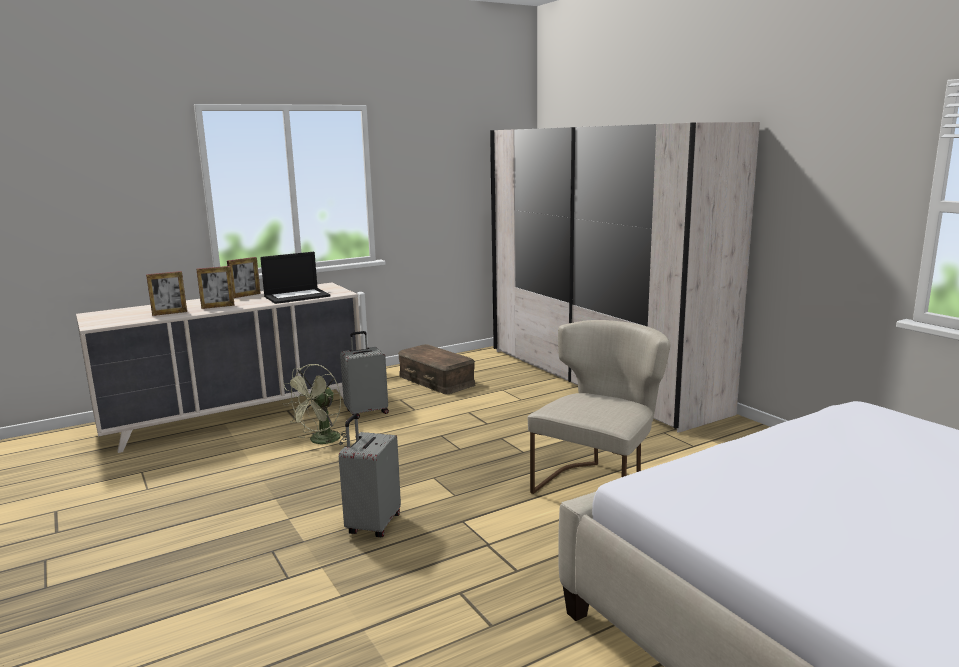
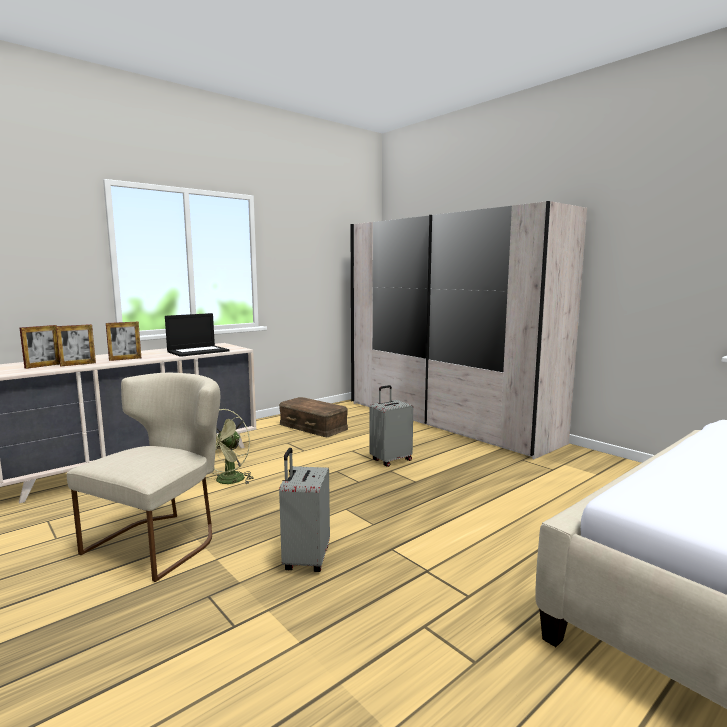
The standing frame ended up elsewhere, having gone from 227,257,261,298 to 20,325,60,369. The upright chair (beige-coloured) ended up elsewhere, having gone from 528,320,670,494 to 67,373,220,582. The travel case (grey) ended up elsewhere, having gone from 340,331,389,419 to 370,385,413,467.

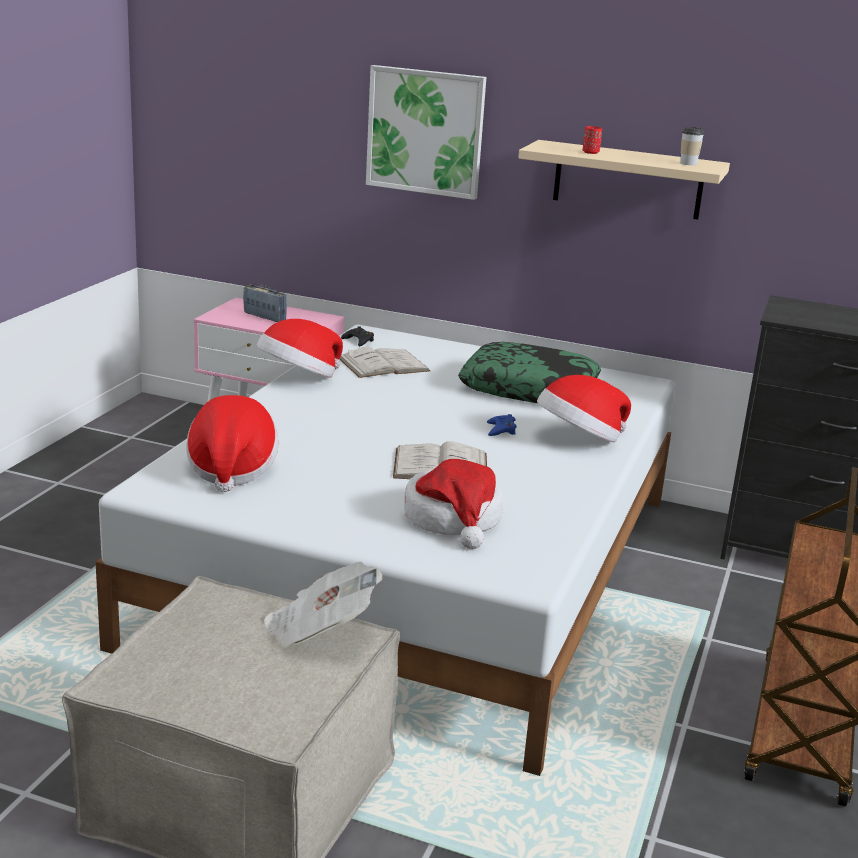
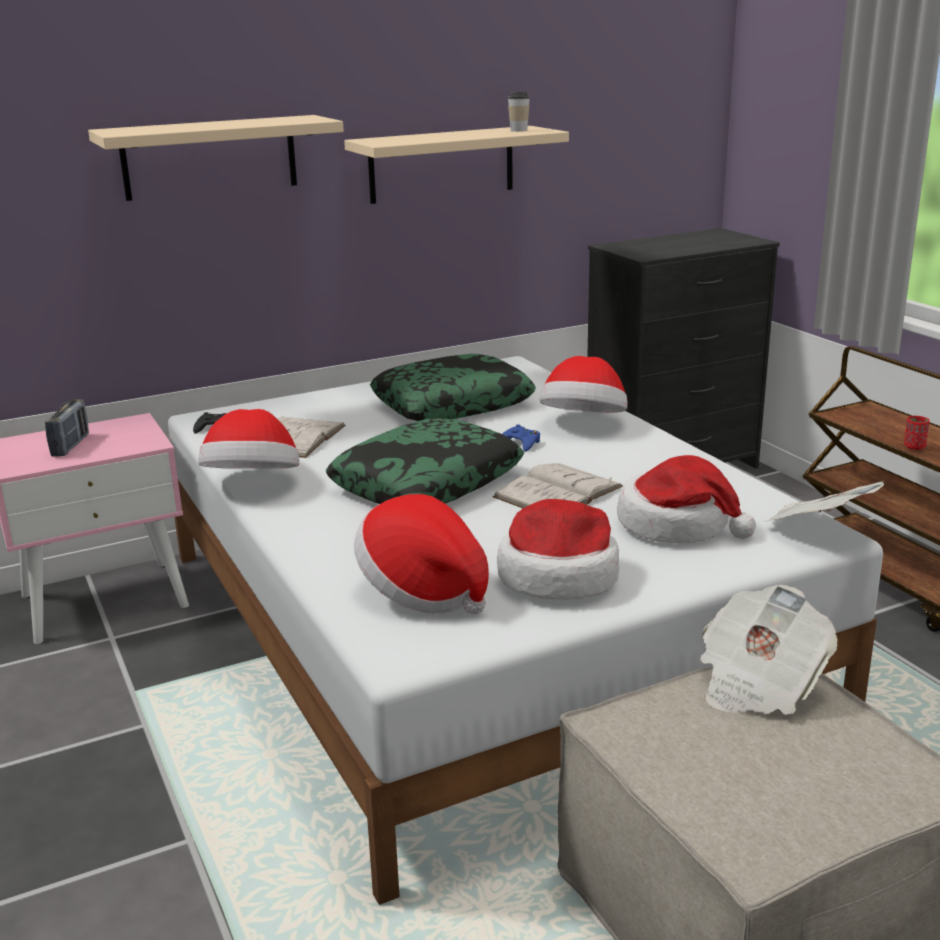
Where the wall picture hung at 366,65,486,200, the bracket shelf (beige-coloured) came to hang at 88,115,344,201. The cup (reddish) ended up elsewhere, having gone from 583,126,602,154 to 904,416,930,450. The radio receiver at 243,284,287,322 ended up facing another way, 105 degrees clockwise from before. The second view gained the throw pillow at 326,418,524,504. The second view gained the daily paper at 764,481,884,522. The second view gained the hat at 497,499,619,600.

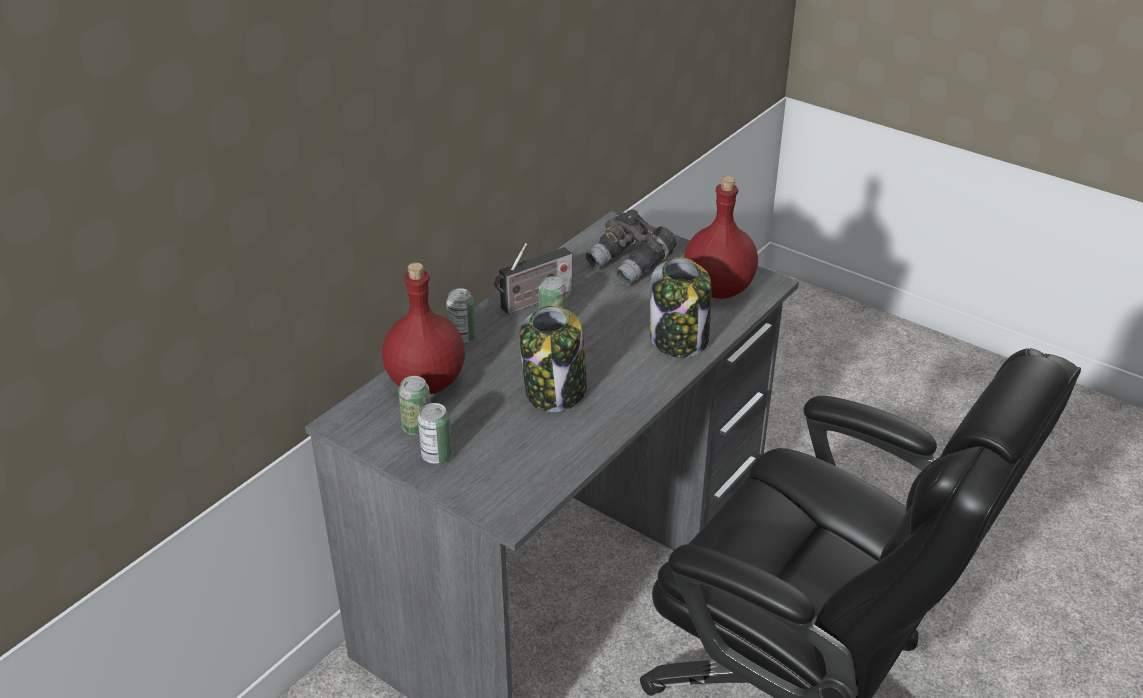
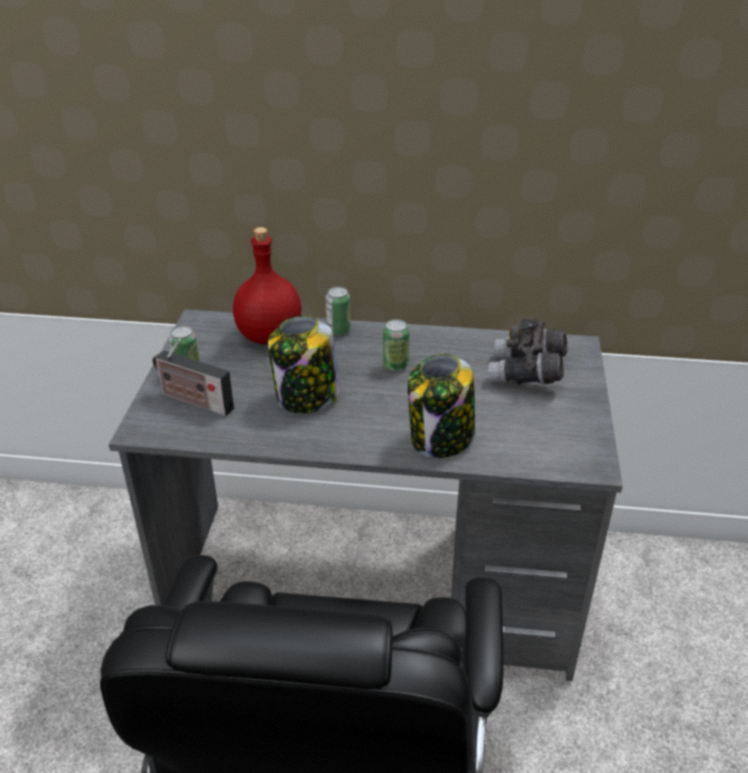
The second view lost the drink bottle (reddish) at 684,176,758,299. The radio receiver ended up elsewhere, having gone from 494,243,572,314 to 152,339,234,416. The second view lost the sealed can at 398,376,431,435.

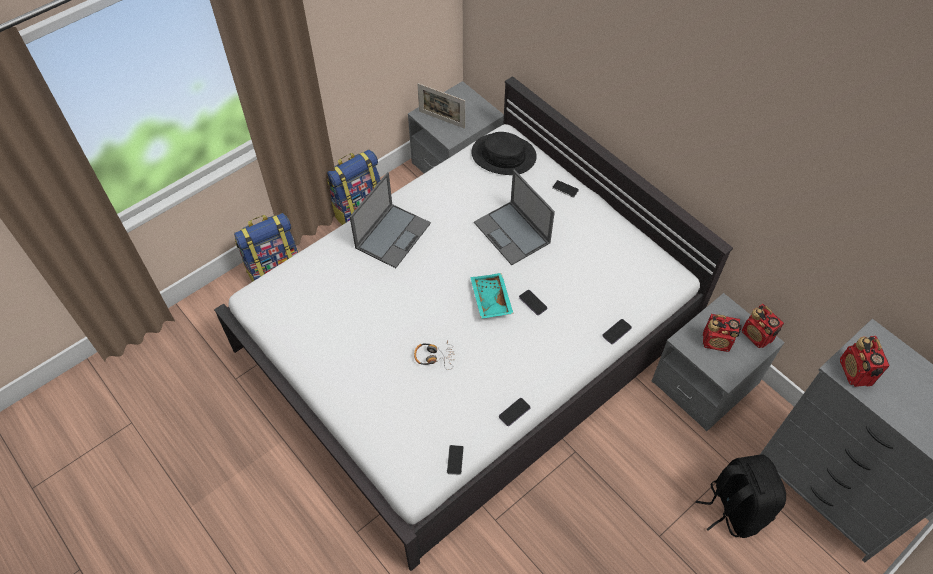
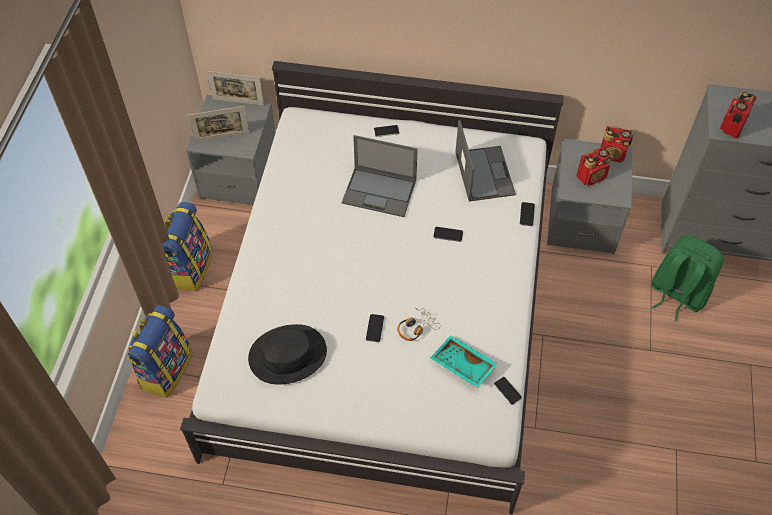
The hat (blackish) ended up elsewhere, having gone from 471,132,537,175 to 248,324,327,385. The notebook computer ended up elsewhere, having gone from 350,172,431,268 to 455,120,516,201. The tray (blue-green) ended up elsewhere, having gone from 470,273,514,319 to 430,335,498,388. The radio receiver at 840,336,890,387 ended up facing another way, 75 degrees clockwise from before. The handset ended up elsewhere, having gone from 499,398,530,426 to 366,314,384,342. What was the knapsack (blackish) at 696,454,786,538 turned into the knapsack (greenish) at 651,236,724,322. The second view gained the standing frame at 206,71,264,106.

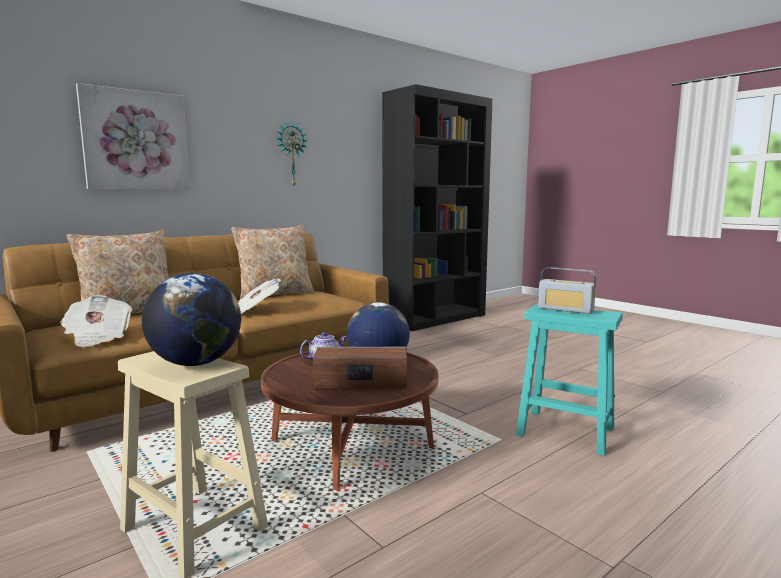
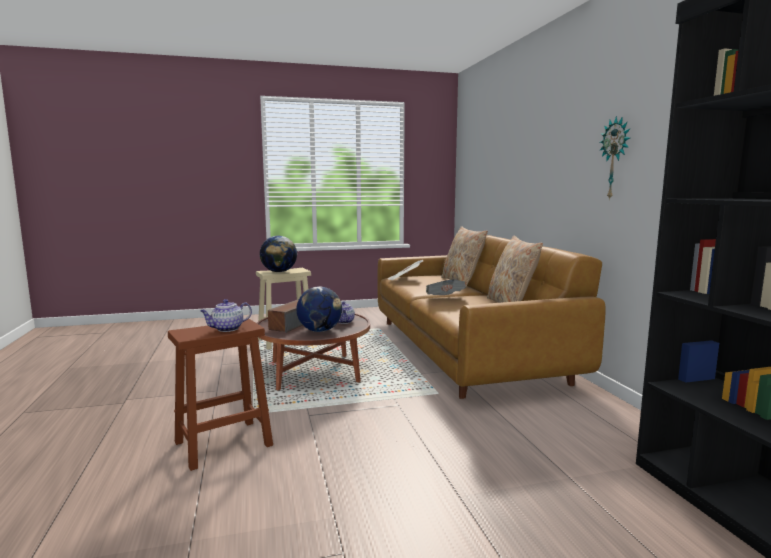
The second view lost the wall picture at 76,83,190,190. Where the radio receiver stood at 538,267,597,314, the teapot came to stand at 200,299,252,332. What was the stool seat (blue-green) at 516,304,623,456 turned into the stool seat (brown-coloured) at 168,319,273,471.

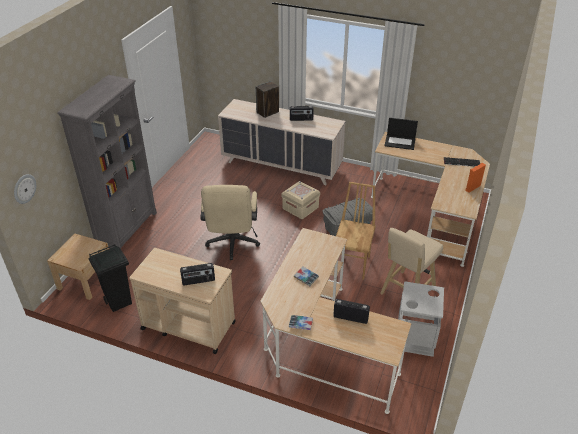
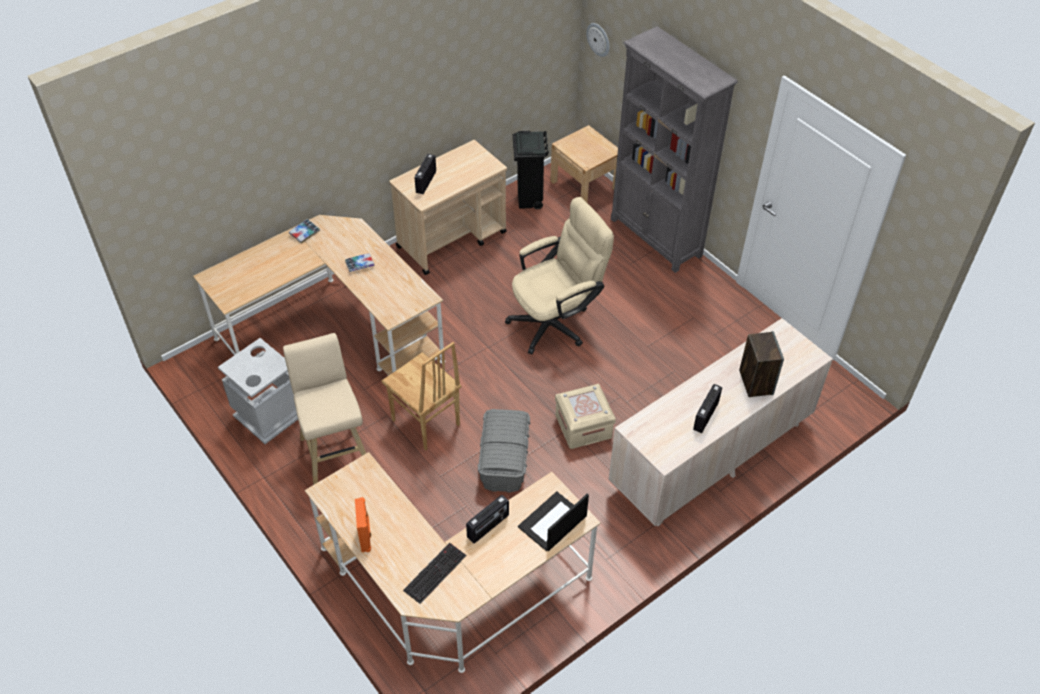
The computer chair (beige-coloured) at 201,185,260,260 ended up facing another way, 120 degrees clockwise from before. The radio receiver ended up elsewhere, having gone from 333,299,370,324 to 466,495,509,543.

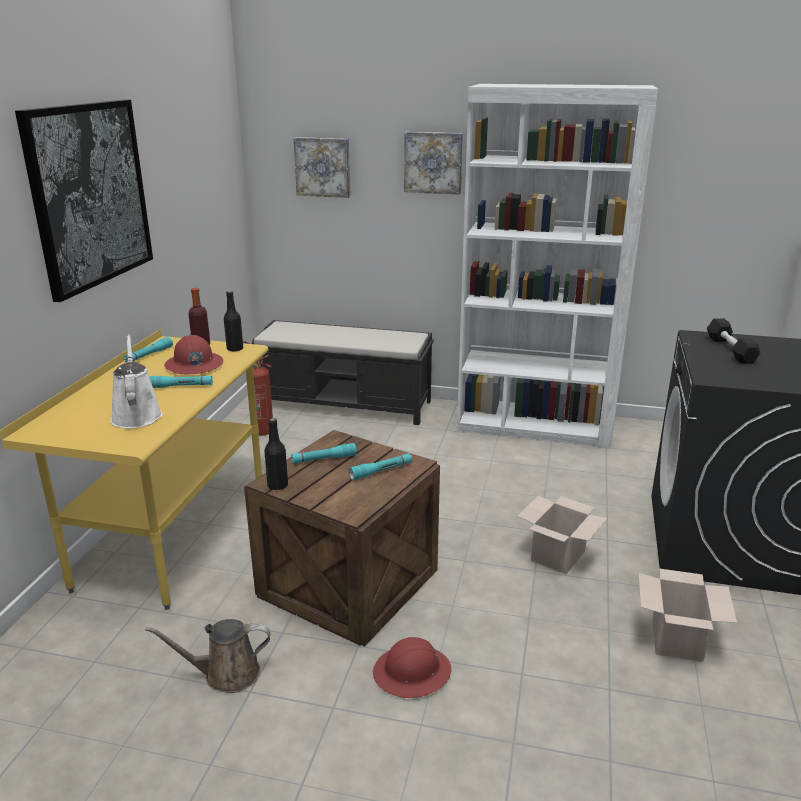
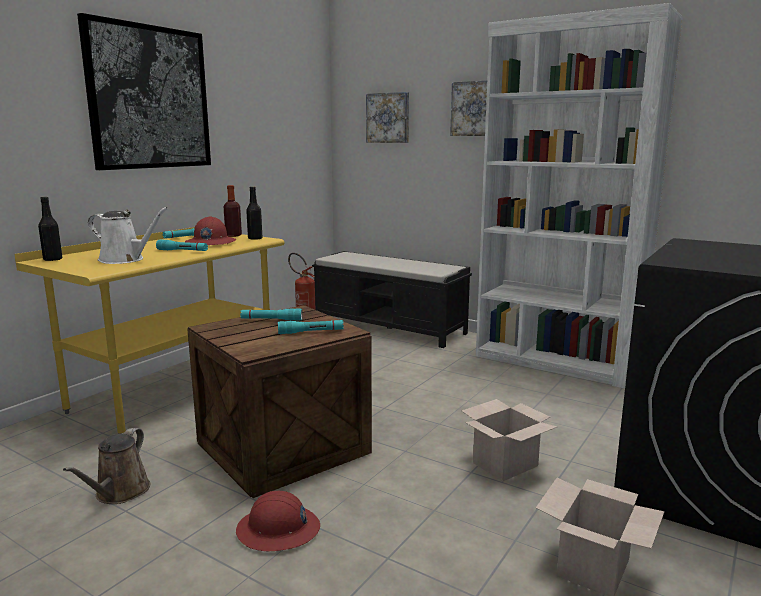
The second view lost the dumbbell (blackish) at 707,318,761,364. The watering pot (white) at 110,334,163,429 ended up facing another way, 105 degrees clockwise from before. The drink bottle (blackish) ended up elsewhere, having gone from 264,418,288,490 to 38,197,62,261. The watering pot (brown-coloured) at 145,619,271,693 ended up facing another way, 90 degrees counterclockwise from before.

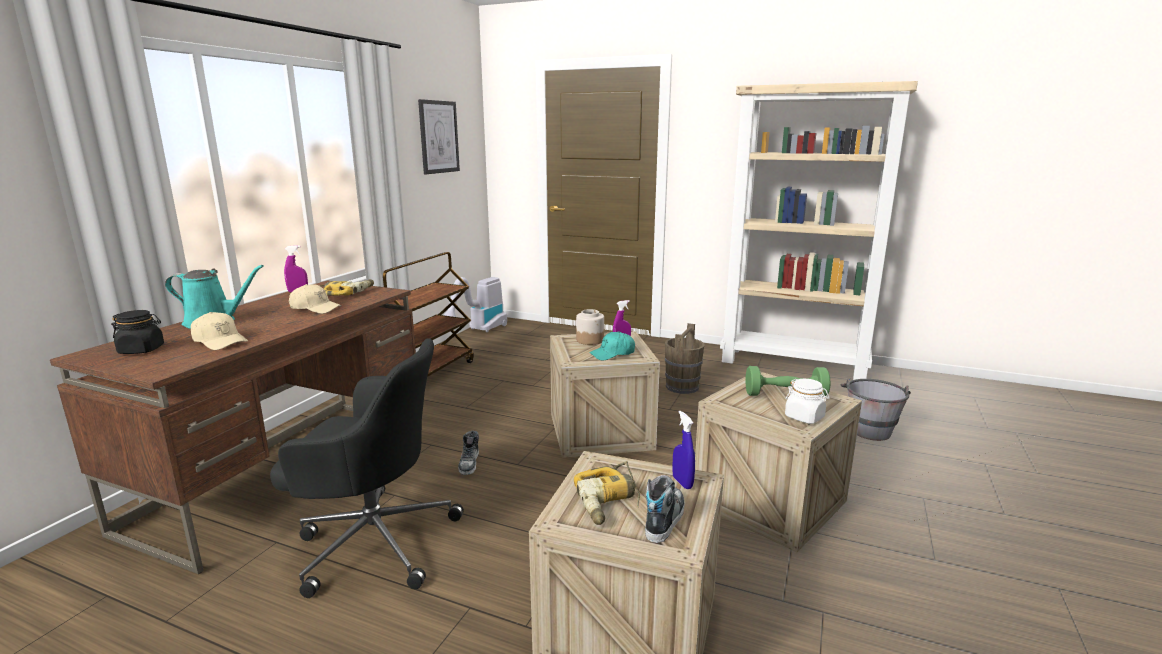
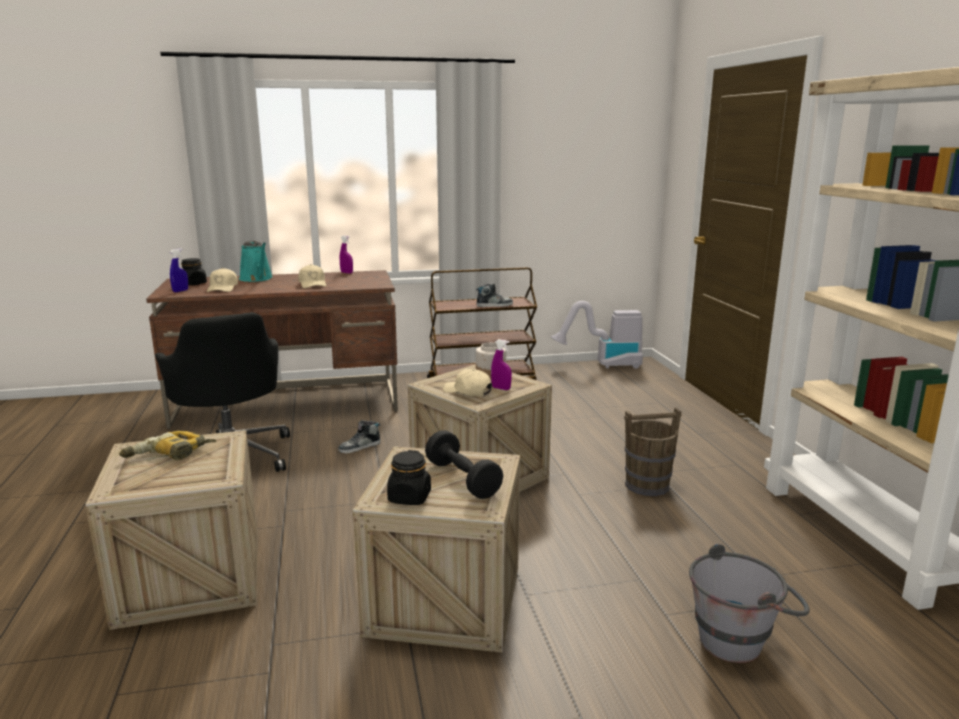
The second view lost the wall picture at 418,99,460,174. The second view lost the drill at 319,279,374,296. What was the peaked cap (blue-green) at 589,331,635,360 turned into the peaked cap (beige-coloured) at 443,369,492,397. What was the dumbbell (greenish) at 745,366,831,397 turned into the dumbbell (blackish) at 425,430,503,499. What was the preserve jar (white) at 785,379,829,424 turned into the preserve jar (blackish) at 387,450,431,505. The spray bottle (bluish) ended up elsewhere, having gone from 672,411,695,489 to 170,249,188,292. The shoe ended up elsewhere, having gone from 645,475,685,543 to 476,284,513,307.

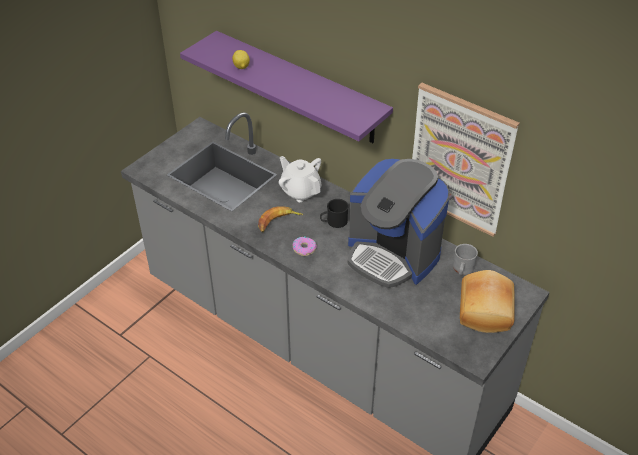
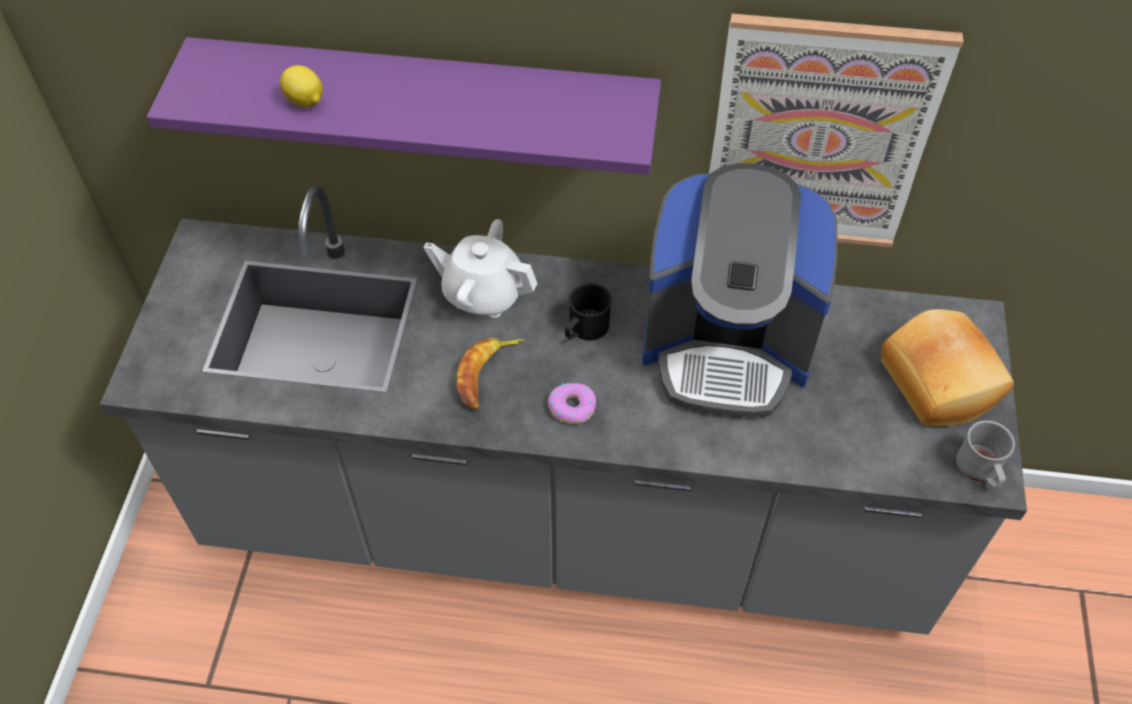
The coffee mug (grey) ended up elsewhere, having gone from 453,244,478,275 to 956,420,1015,488.

